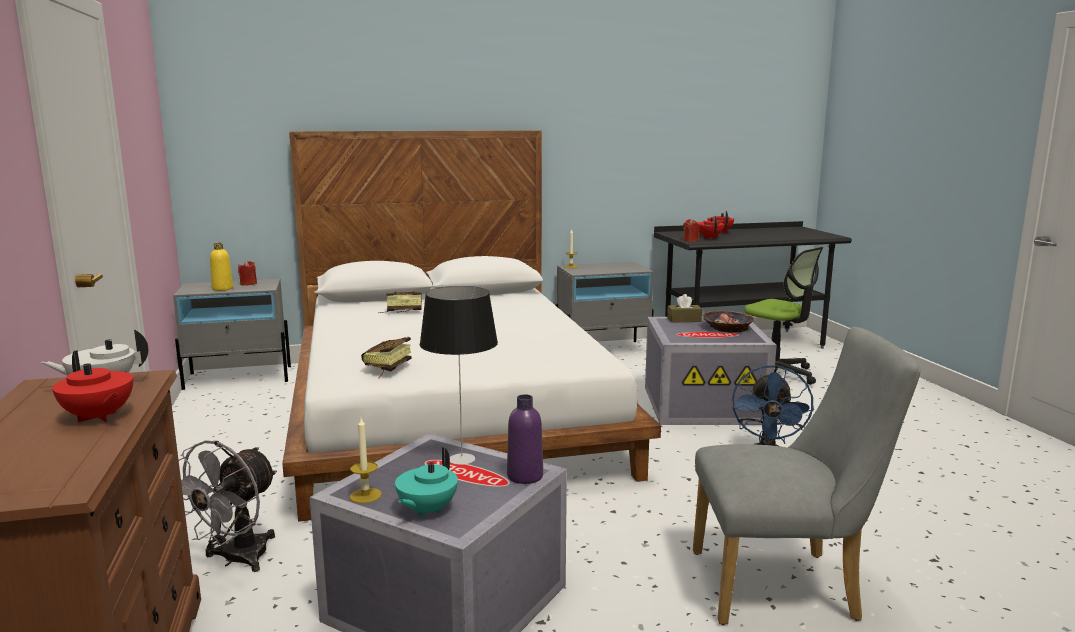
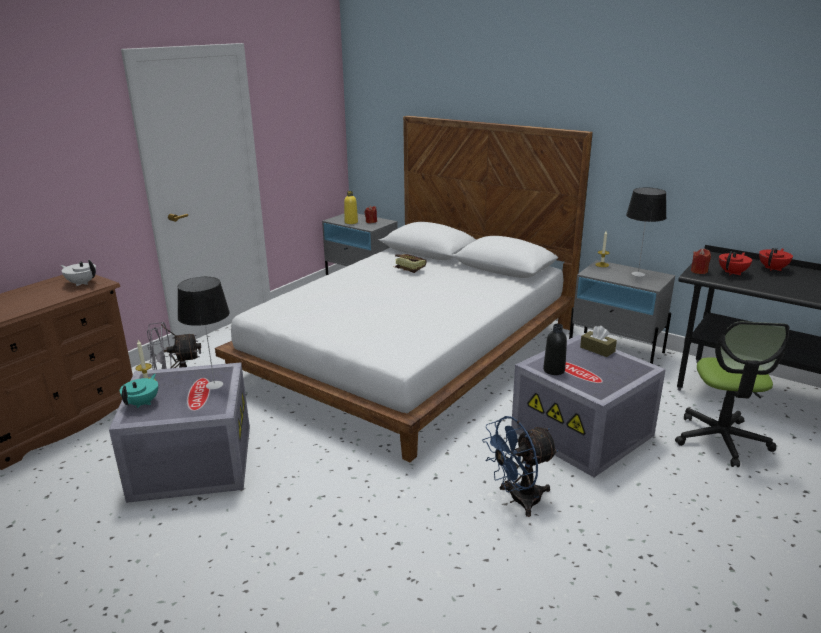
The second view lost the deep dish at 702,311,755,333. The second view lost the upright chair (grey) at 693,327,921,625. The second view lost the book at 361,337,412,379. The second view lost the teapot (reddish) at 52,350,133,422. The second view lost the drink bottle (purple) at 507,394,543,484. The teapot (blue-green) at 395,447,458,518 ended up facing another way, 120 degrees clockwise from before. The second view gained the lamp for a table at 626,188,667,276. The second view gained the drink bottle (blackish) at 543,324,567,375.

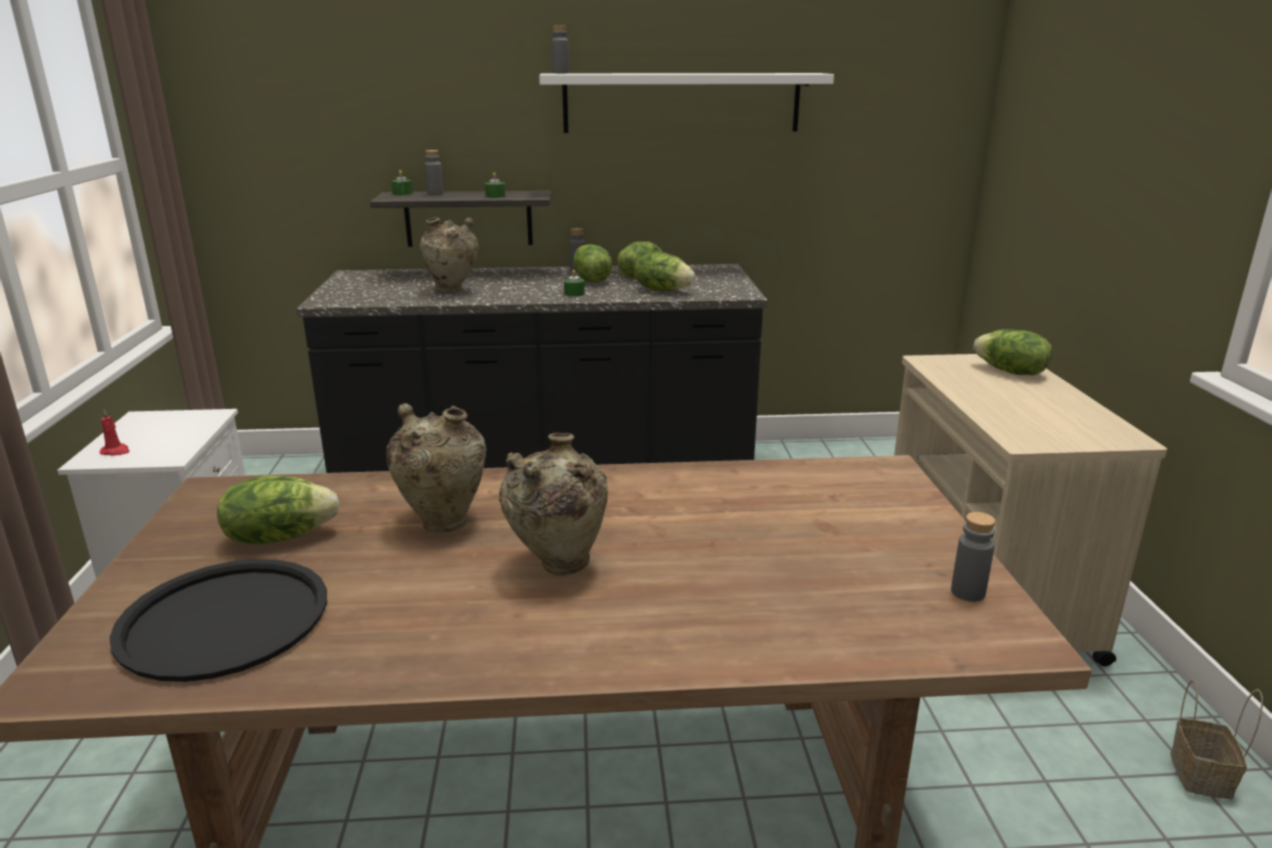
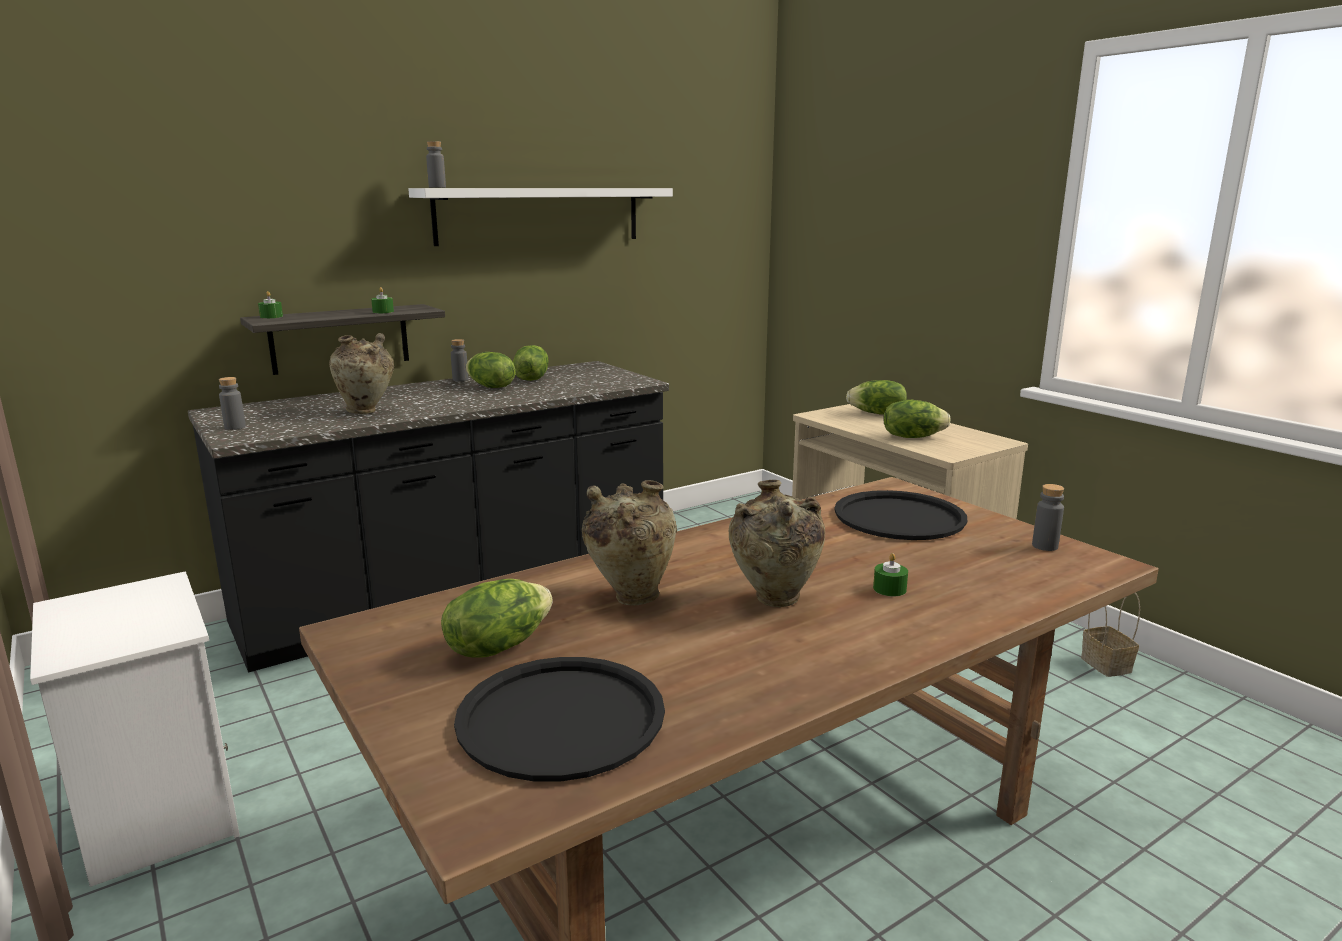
The drink bottle (grey) ended up elsewhere, having gone from 425,150,444,195 to 219,377,246,430. The head of lettuce ended up elsewhere, having gone from 634,252,695,291 to 883,400,950,438. The wax light (greenish) ended up elsewhere, having gone from 564,270,585,296 to 873,553,908,597. The second view lost the wax light (reddish) at 100,409,130,456. The second view gained the tray (blackish) at 834,490,967,540.

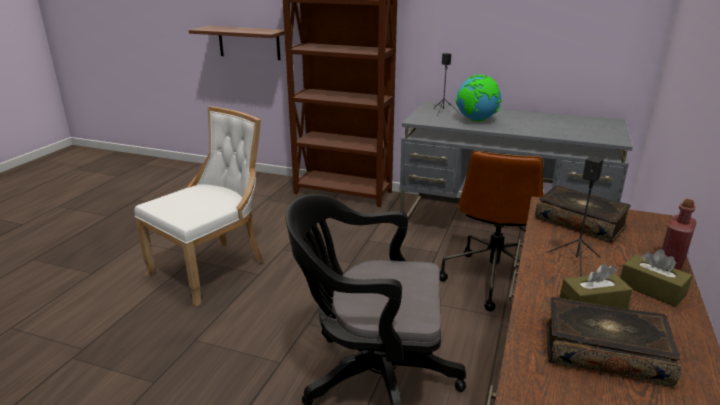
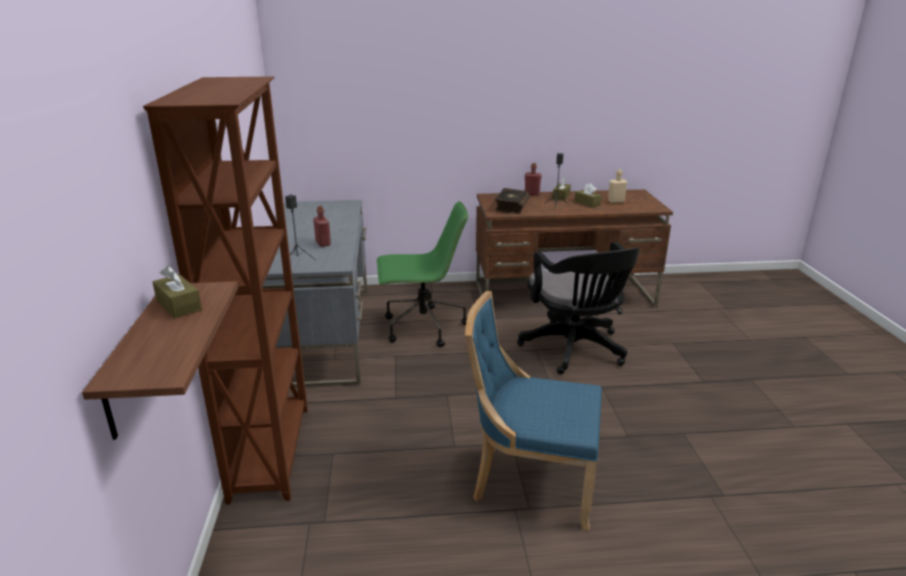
Where the globe stood at 456,75,502,121, the drink bottle (reddish) came to stand at 313,206,331,247. What was the upright chair (white) at 134,106,263,306 turned into the upright chair (bluish) at 465,291,602,531. What was the computer chair (brown-coloured) at 440,151,544,311 turned into the computer chair (greenish) at 377,201,468,347. Where the book stood at 546,297,682,387, the drink bottle (beige-coloured) came to stand at 608,169,627,203. The second view gained the tissue box (brown-coloured) at 153,266,202,318.

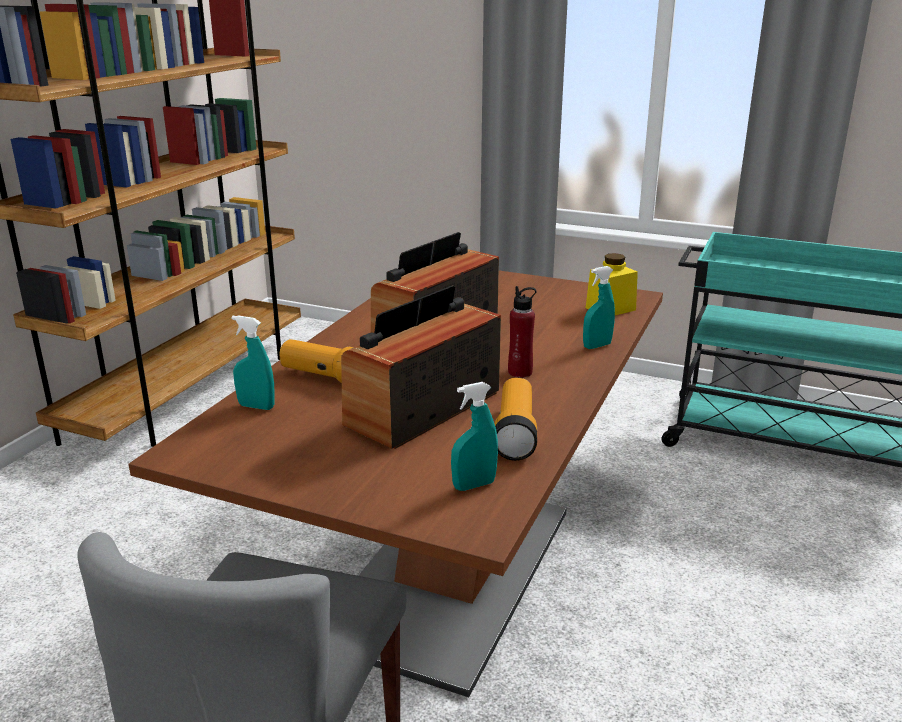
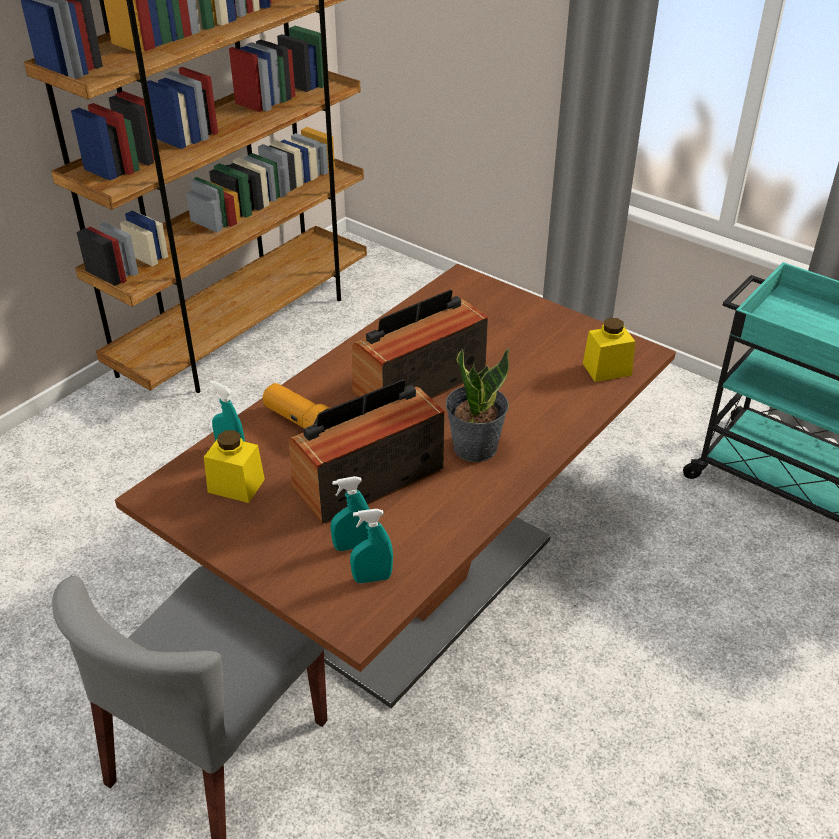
The spray bottle (blue-green) ended up elsewhere, having gone from 583,266,615,349 to 330,476,369,551. Where the drink bottle (reddish) stood at 508,286,537,378, the houseplant came to stand at 446,349,509,462. The second view lost the torch at 495,378,537,461. The second view gained the preserve jar (yellowish) at 204,430,265,503.

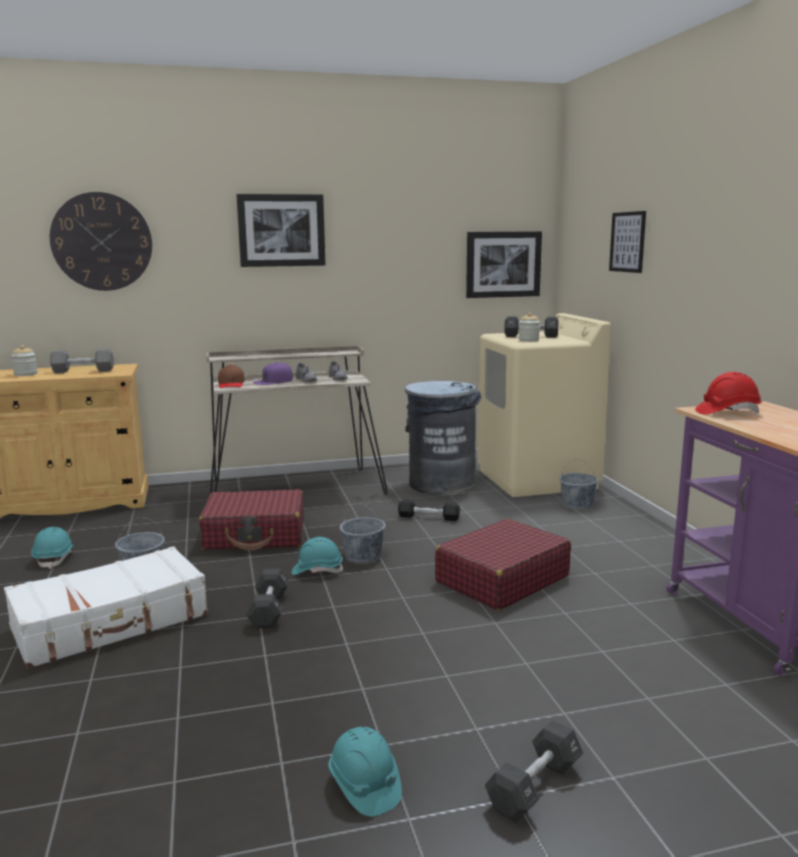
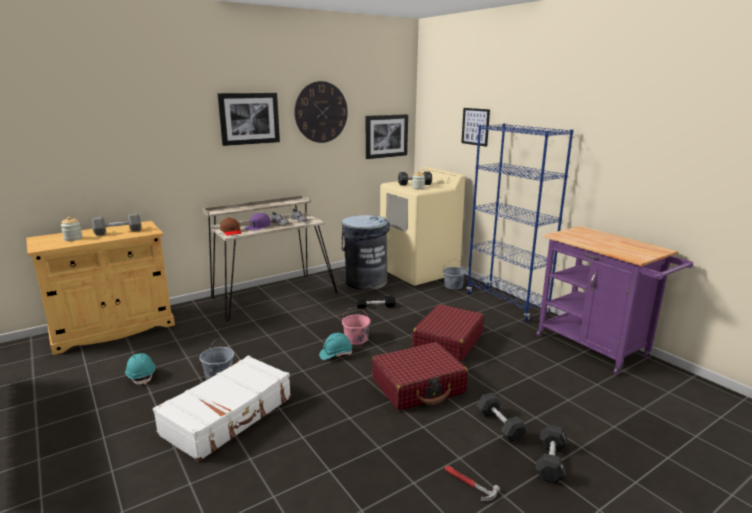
The clock on the wall ended up elsewhere, having gone from 50,192,152,291 to 294,81,348,143. The second view lost the work helmet (reddish) at 695,372,762,415. The travel case (reddish) ended up elsewhere, having gone from 199,490,304,550 to 372,342,468,411. What was the bucket (grey) at 340,503,386,563 turned into the bucket (pinkish) at 342,307,371,345. The dumbbell (blackish) ended up elsewhere, having gone from 246,568,289,628 to 477,393,528,443. Where the work helmet (blue-green) stood at 328,727,402,816, the hand hammer came to stand at 445,466,500,501. The second view gained the shelving unit (bluish) at 467,123,574,322.

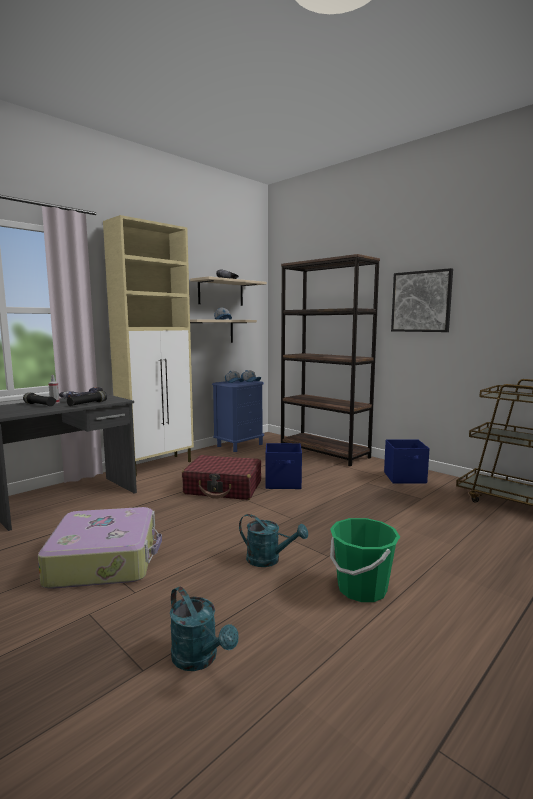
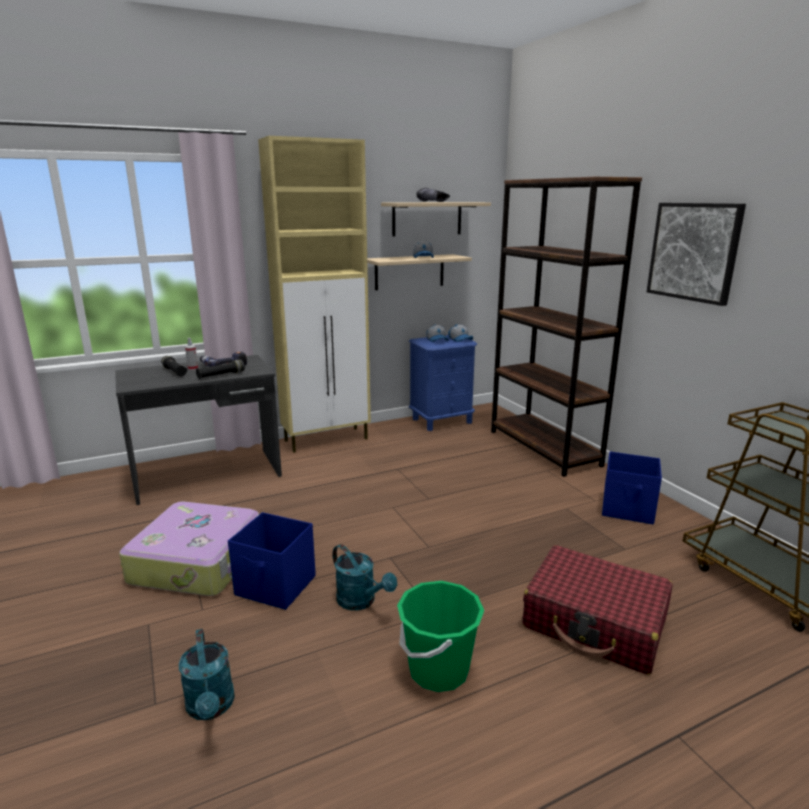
The storage bin (bluish) ended up elsewhere, having gone from 265,443,302,489 to 228,512,316,610. The travel case (reddish) ended up elsewhere, having gone from 182,455,261,500 to 522,545,673,675.

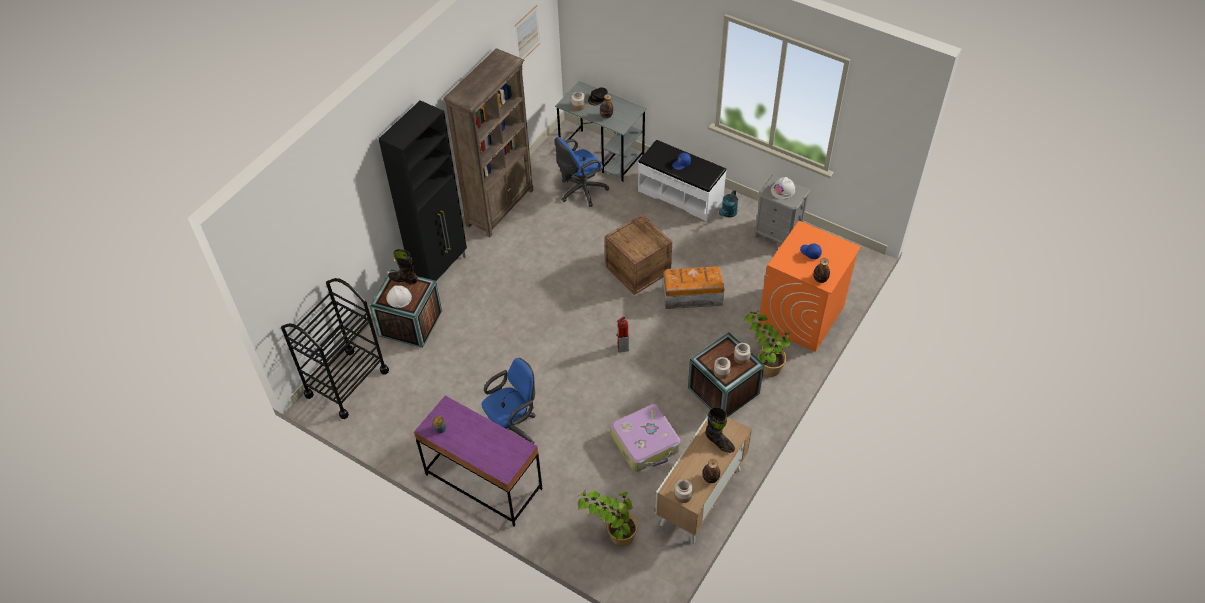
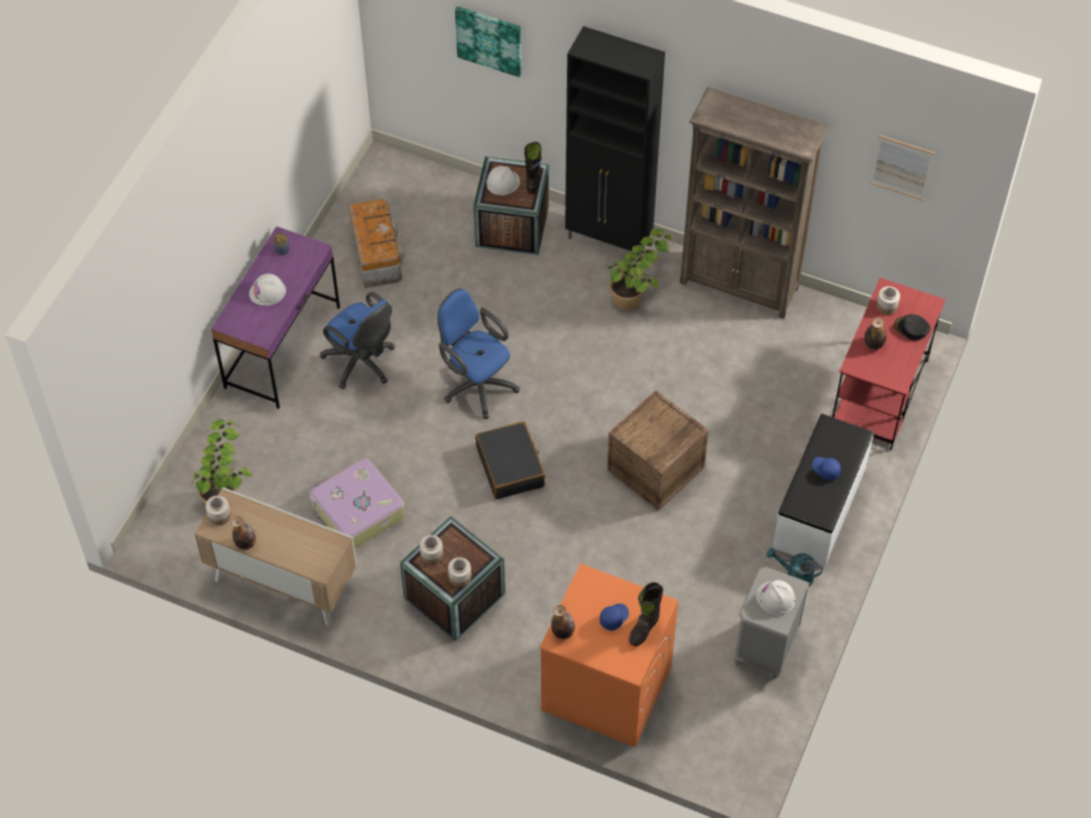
What was the desk table (grey) at 555,81,647,182 turned into the desk table (reddish) at 832,278,946,450. The computer chair (bluish) ended up elsewhere, having gone from 555,137,609,207 to 438,289,520,419. The storage bin ended up elsewhere, having gone from 663,266,725,309 to 349,199,404,288. The second view lost the wheeled cart (blackish) at 281,278,389,419. The houseplant ended up elsewhere, having gone from 743,311,790,377 to 608,229,673,311. Where the fire-fighting cylinder stood at 617,316,629,352, the travel case (blackish) came to stand at 475,421,545,500. The tall boot (blackish) ended up elsewhere, having gone from 705,407,735,453 to 629,582,663,646. The second view gained the wall picture at 455,6,521,77. The second view gained the work helmet (white) at 249,274,286,306.

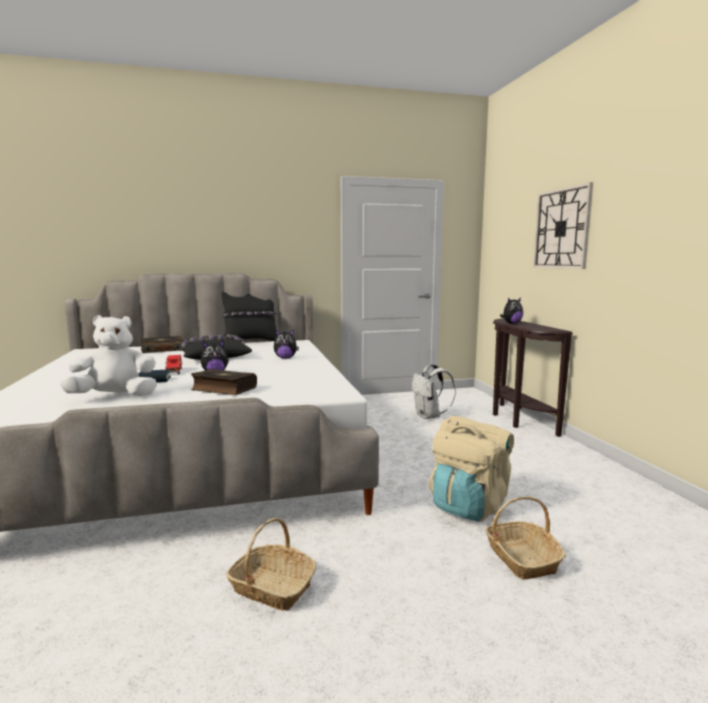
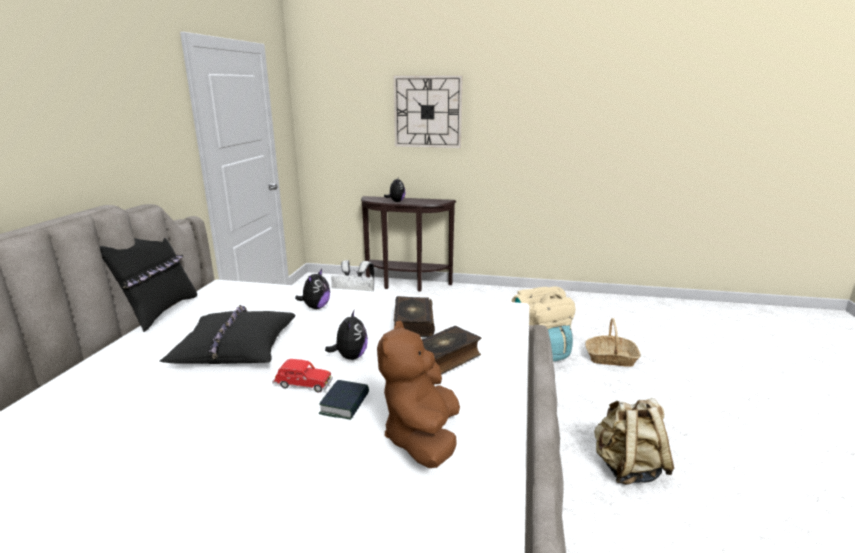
What was the plush toy (white) at 60,315,157,396 turned into the plush toy (brown-coloured) at 377,320,460,468. The book ended up elsewhere, having gone from 140,336,184,353 to 394,296,435,337. Where the basket stood at 226,518,316,611, the knapsack (beige-coloured) came to stand at 594,398,674,485.

